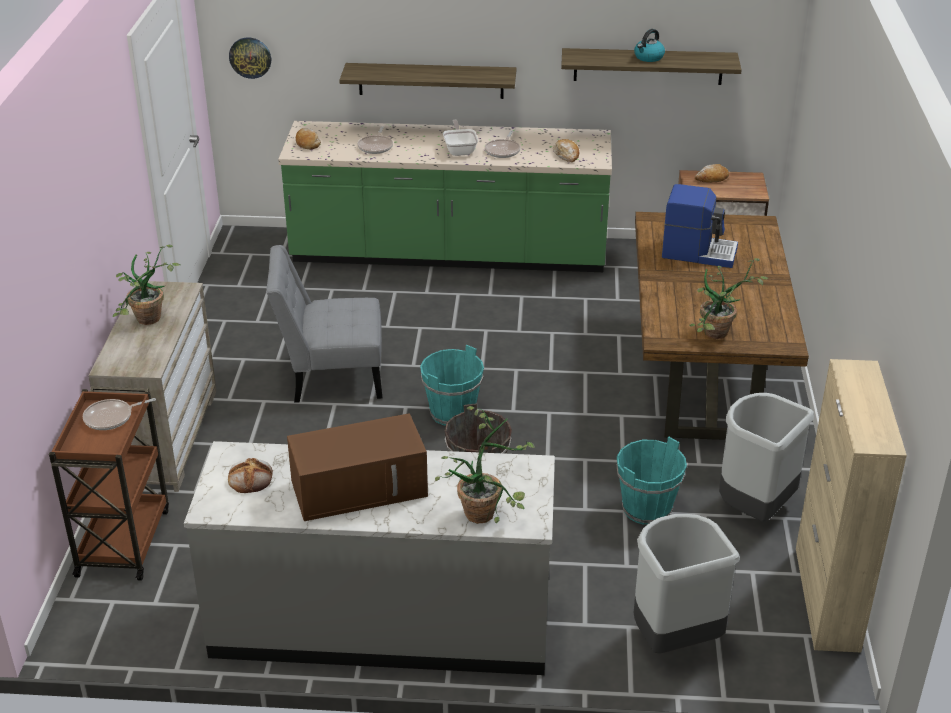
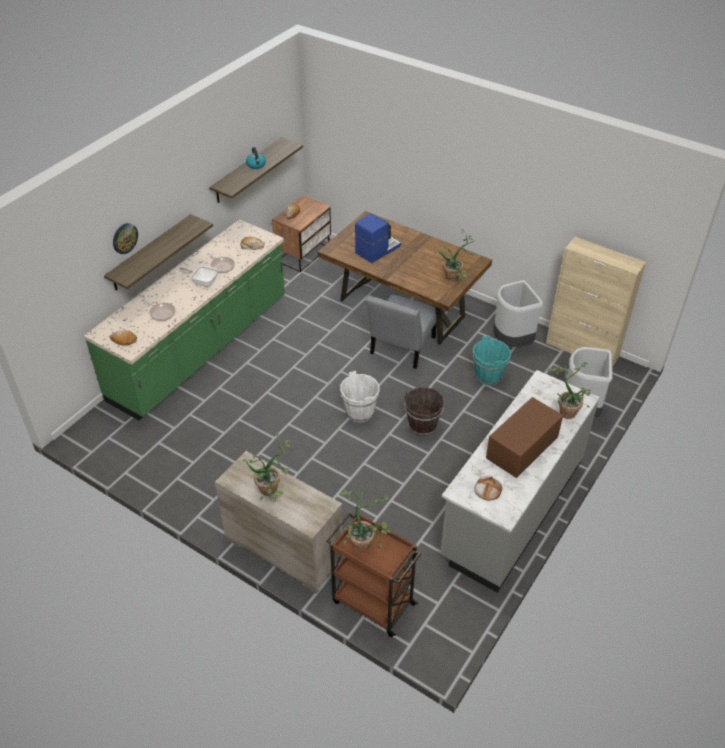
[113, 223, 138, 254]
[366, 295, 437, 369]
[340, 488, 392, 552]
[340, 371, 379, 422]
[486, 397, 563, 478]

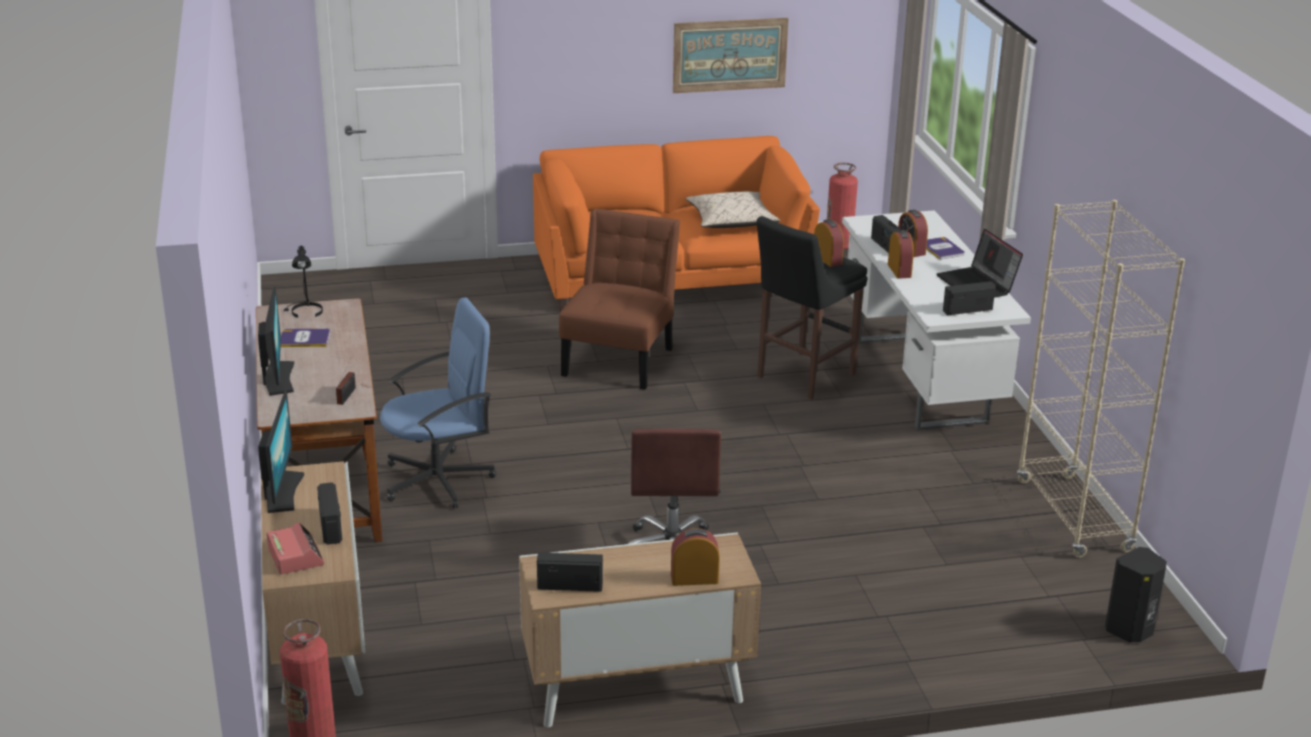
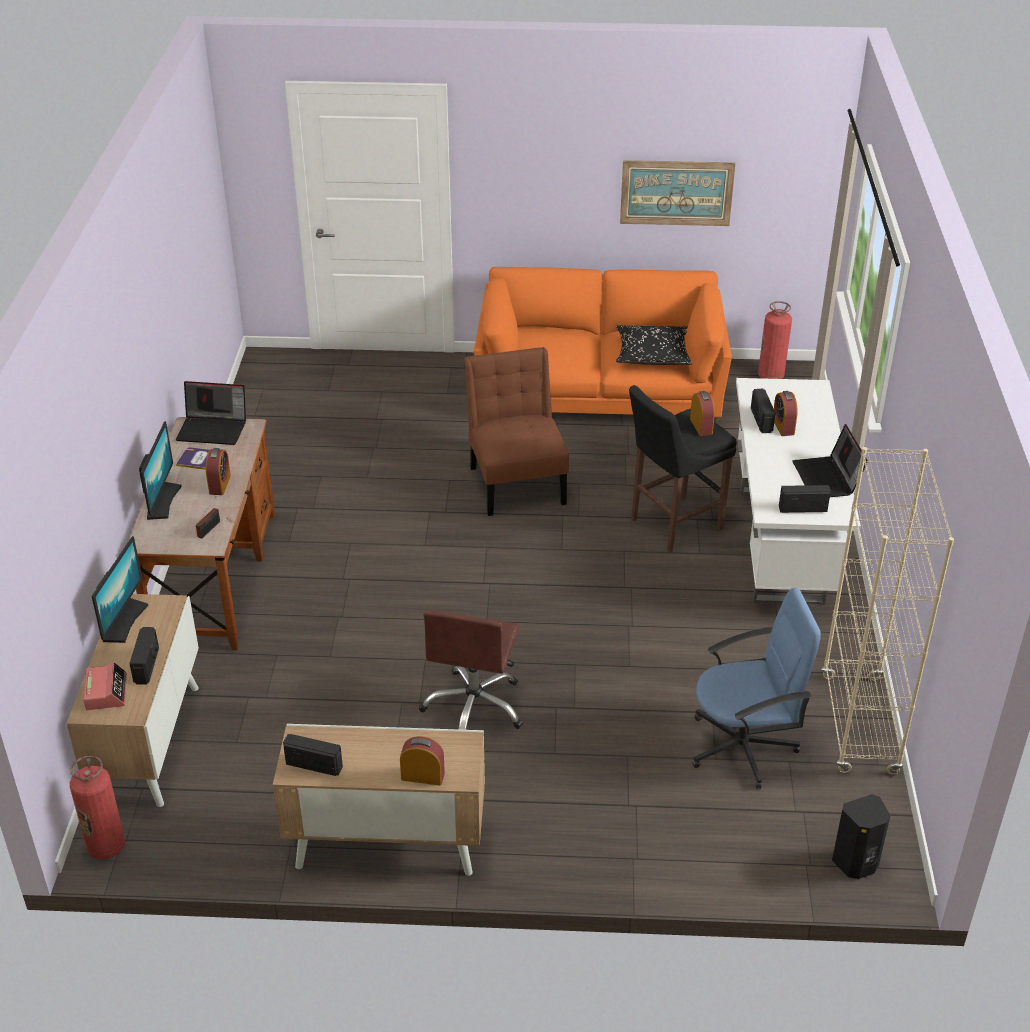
[926, 237, 965, 260] (first image)
[692, 588, 821, 789]
[206, 448, 231, 495]
[176, 381, 246, 445]
[616, 325, 692, 365]
[464, 347, 569, 516]

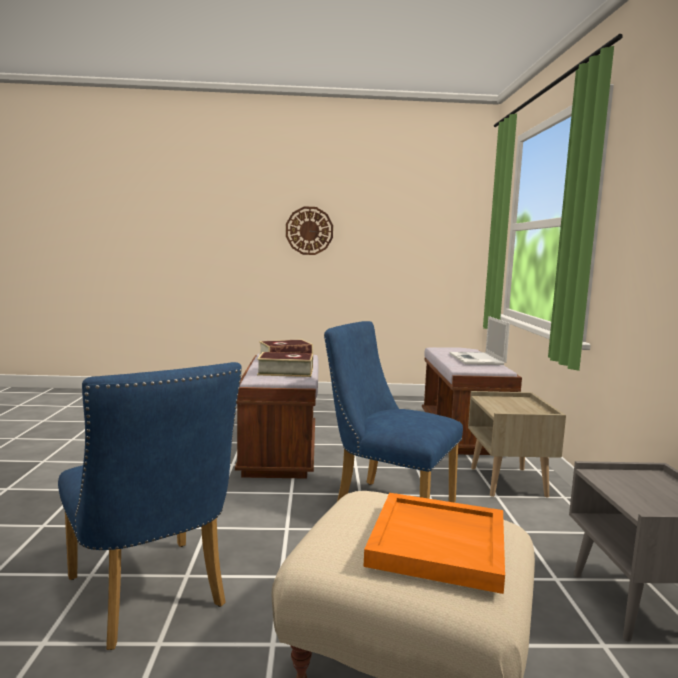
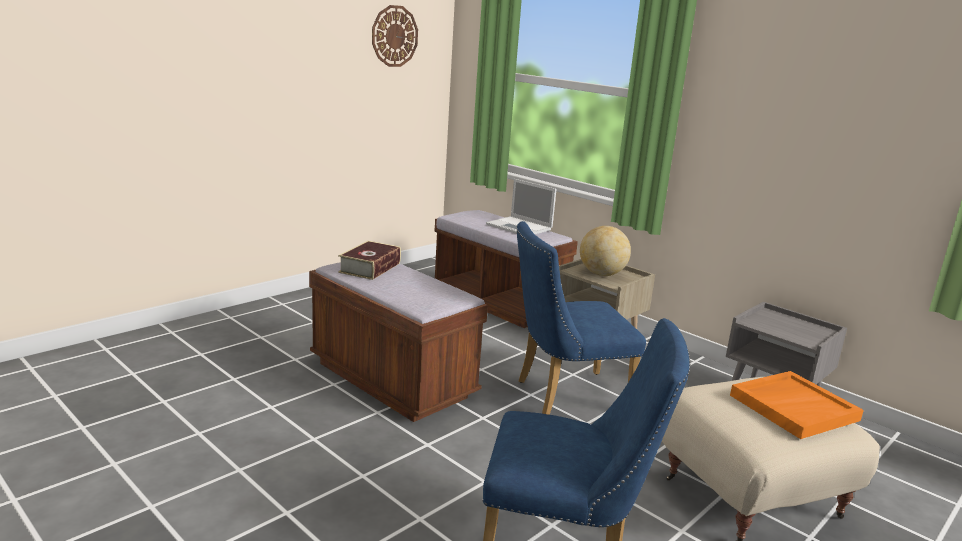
[257, 352, 313, 377] (first image)
[580, 226, 631, 276]
[372, 5, 418, 67]

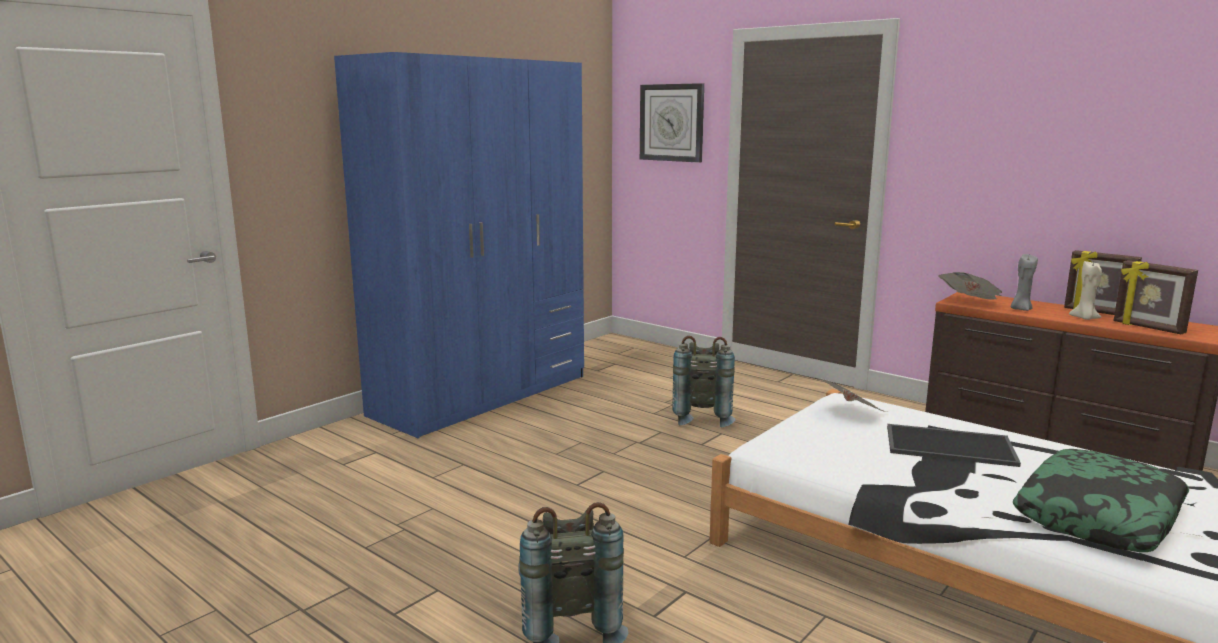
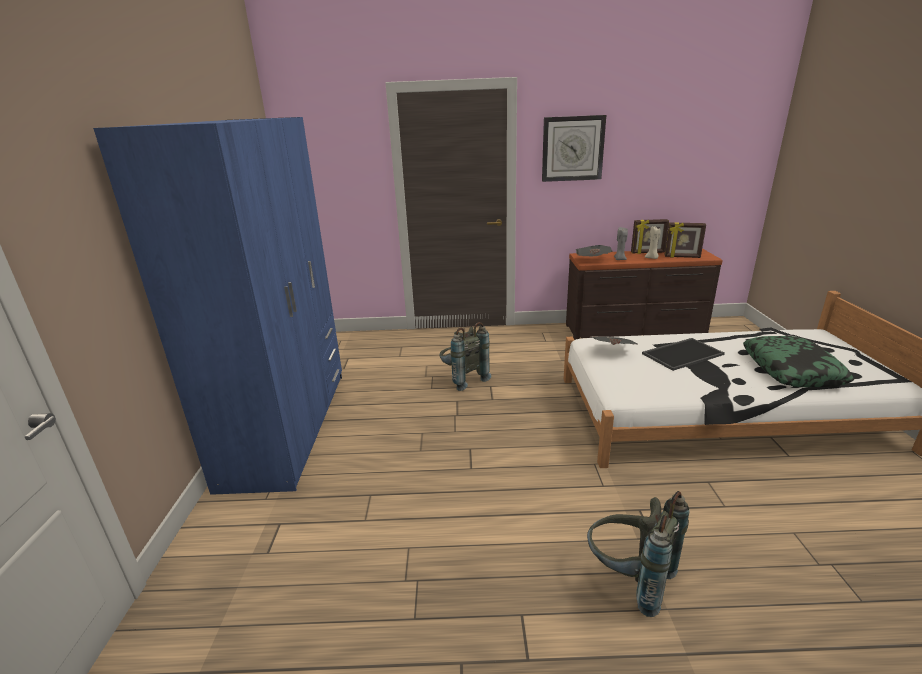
[542, 115, 606, 182]

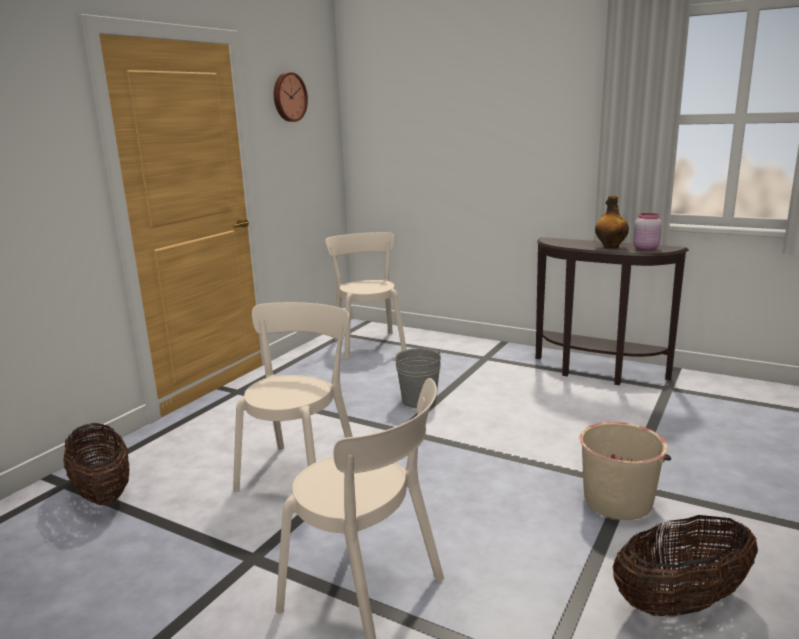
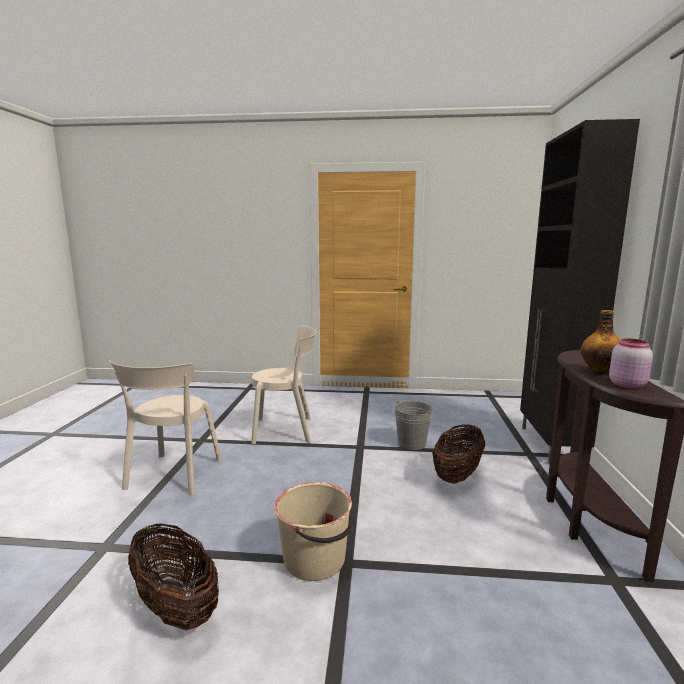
[274, 72, 308, 122] (first image)
[325, 232, 407, 359] (first image)
[520, 119, 640, 464]
[432, 424, 485, 484]

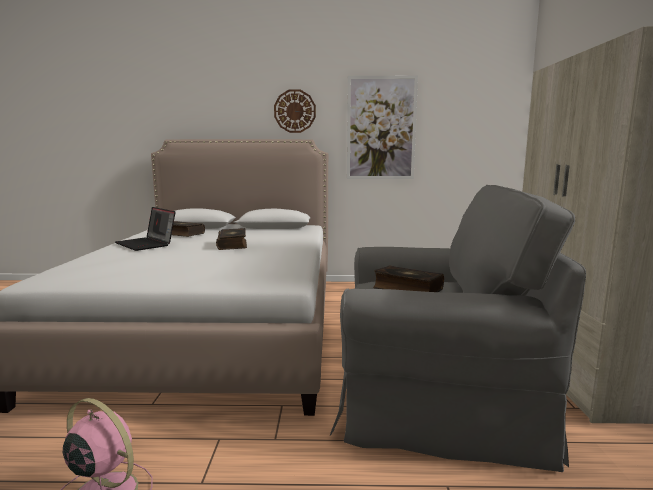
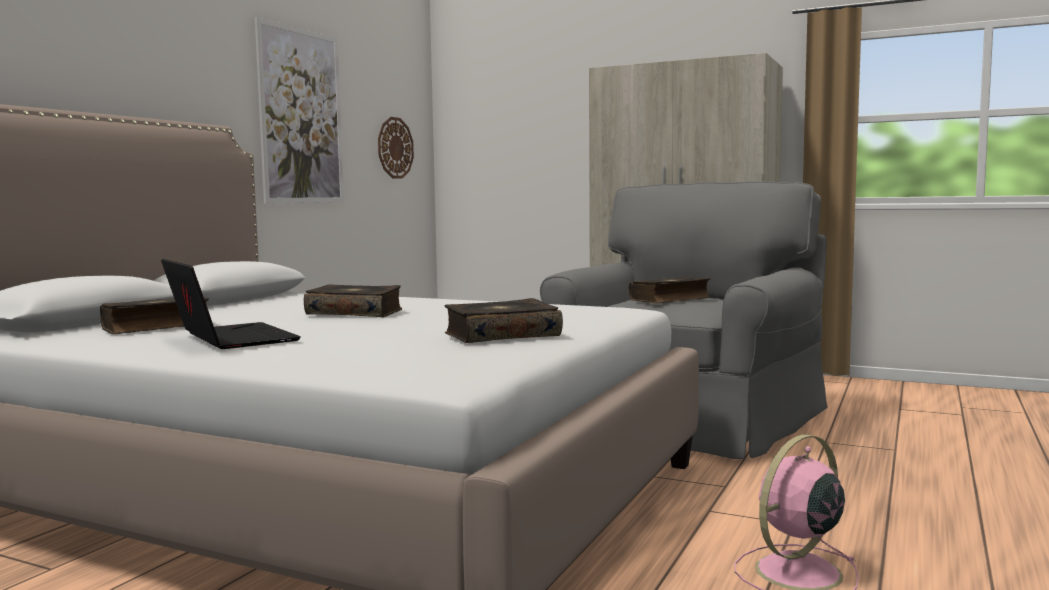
[444, 298, 563, 343]
[378, 117, 414, 179]
[161, 259, 301, 349]

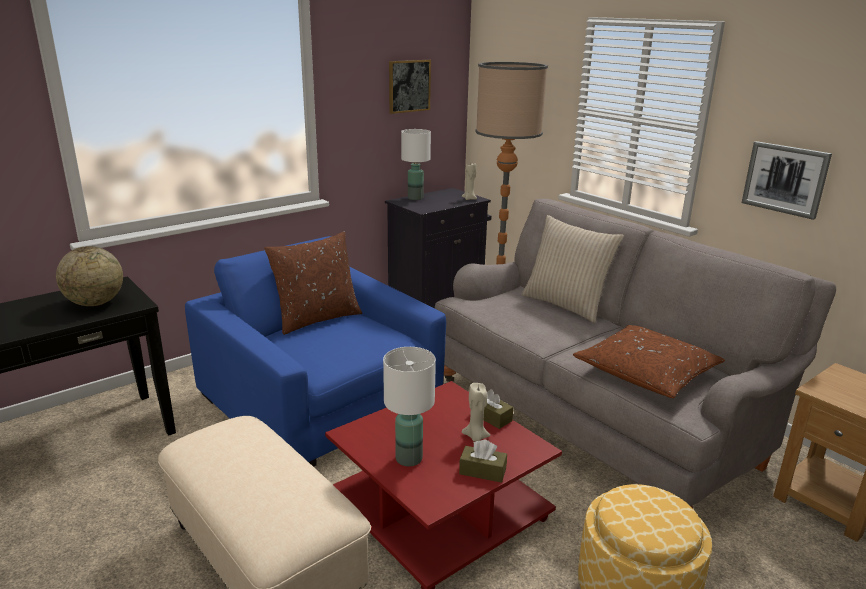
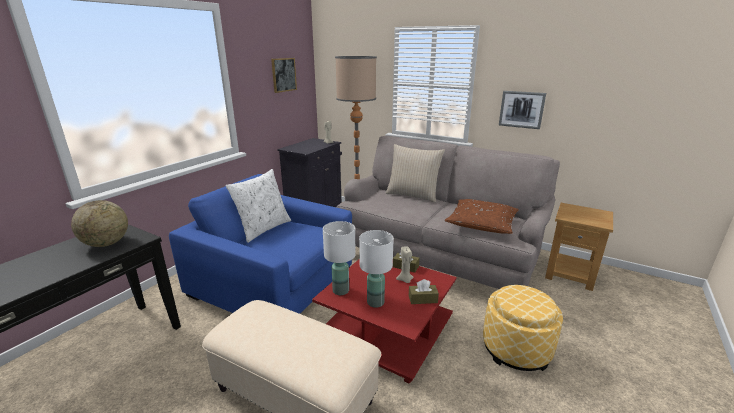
[323, 221, 356, 295]
[226, 169, 291, 243]

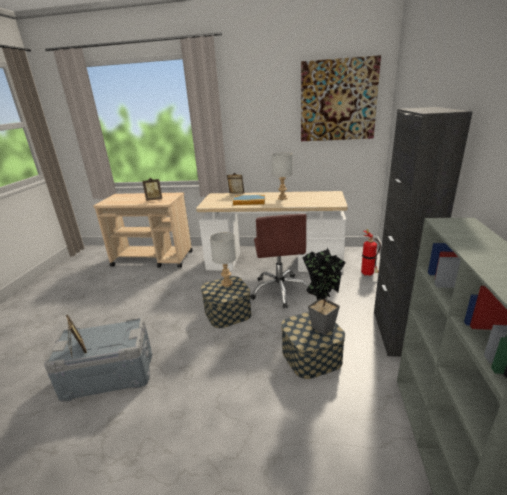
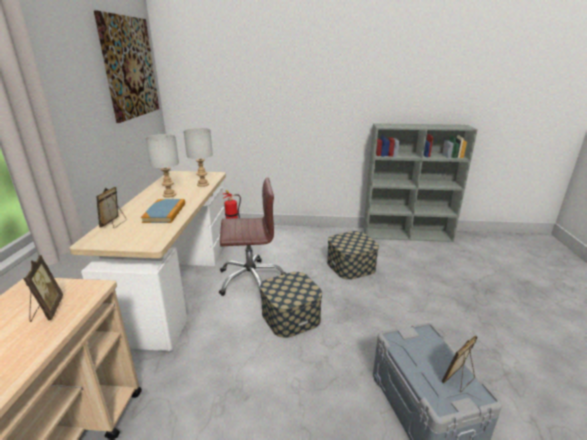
[302, 247, 346, 335] (first image)
[374, 107, 473, 357] (first image)
[184, 128, 213, 187]

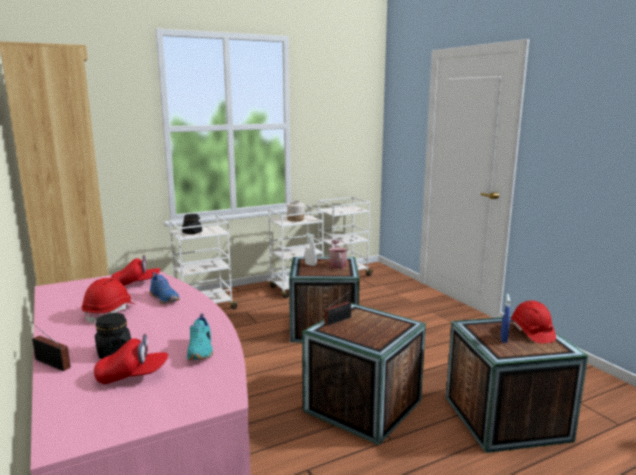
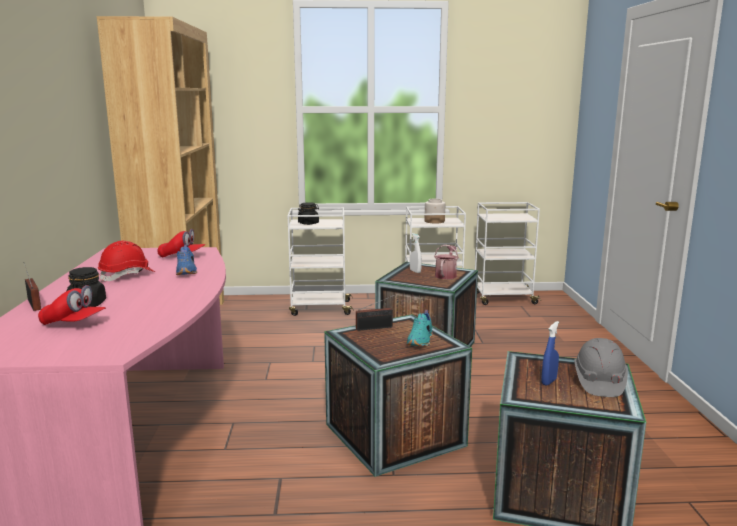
[407, 310, 432, 347]
[574, 338, 628, 397]

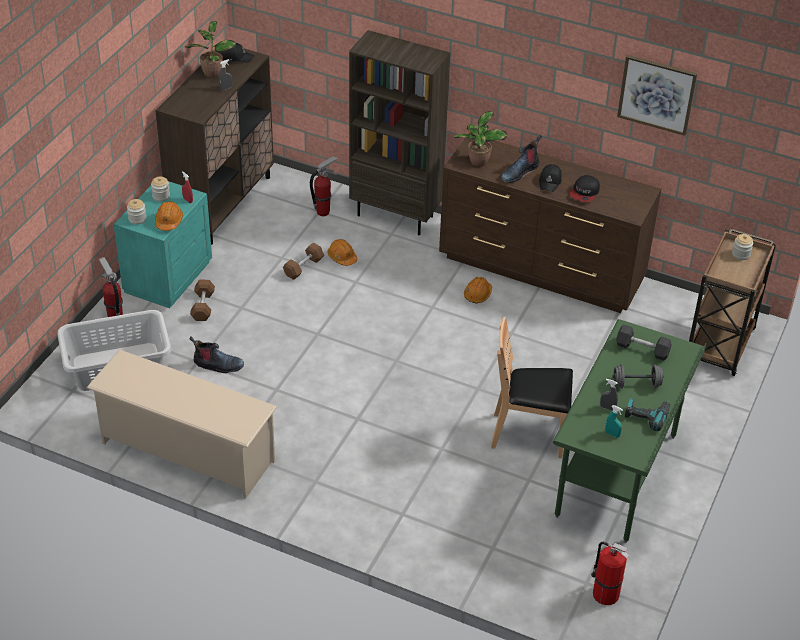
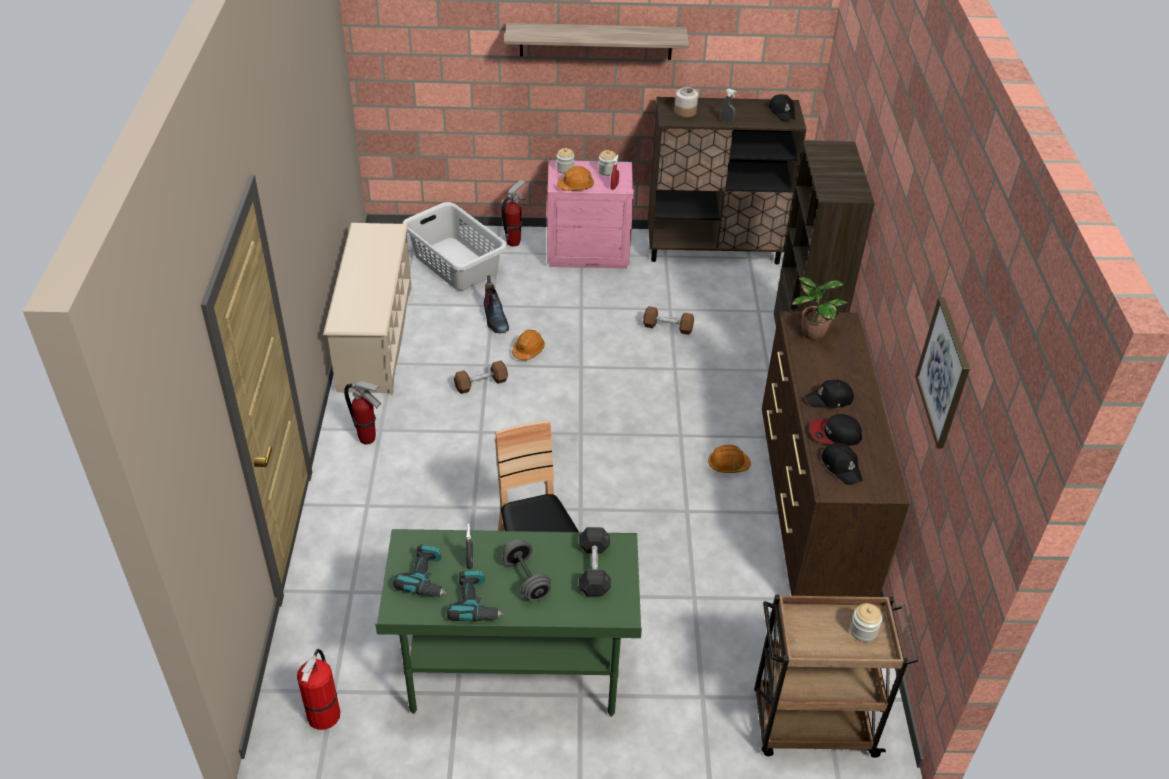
[185, 21, 236, 78] (first image)
[501, 135, 542, 183] (first image)
[505, 23, 689, 60]
[675, 87, 698, 117]
[821, 443, 863, 485]
[454, 360, 508, 394]
[344, 381, 381, 444]
[512, 330, 545, 360]
[393, 545, 447, 597]
[547, 160, 634, 269]

